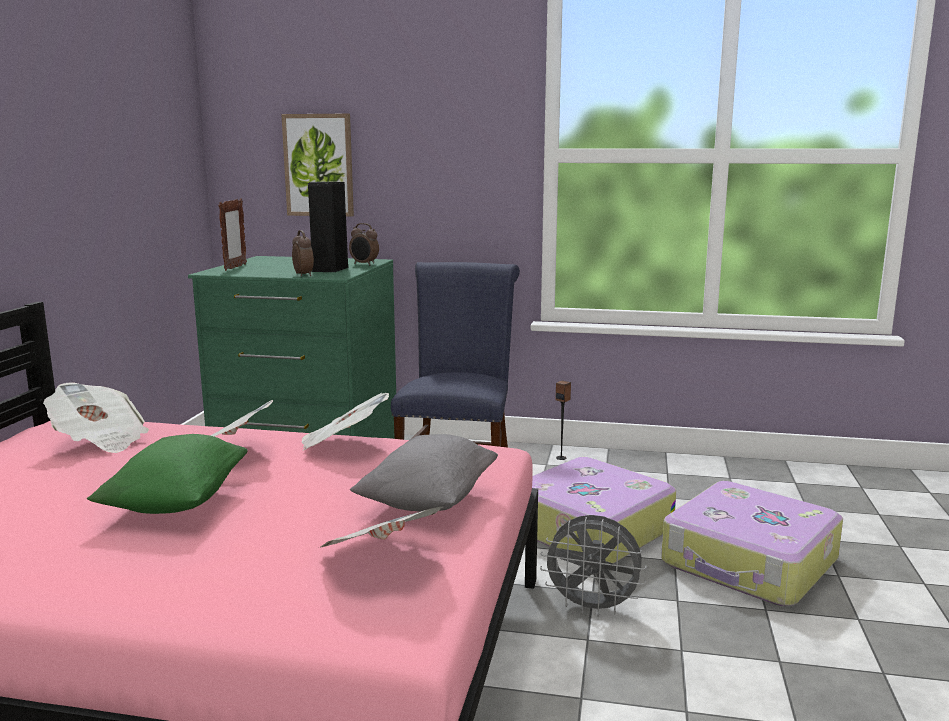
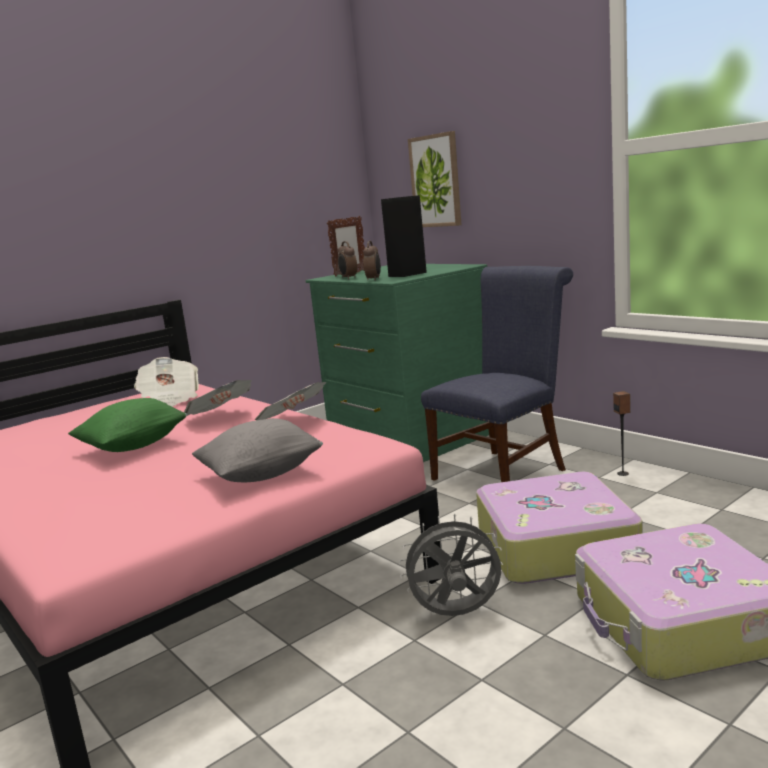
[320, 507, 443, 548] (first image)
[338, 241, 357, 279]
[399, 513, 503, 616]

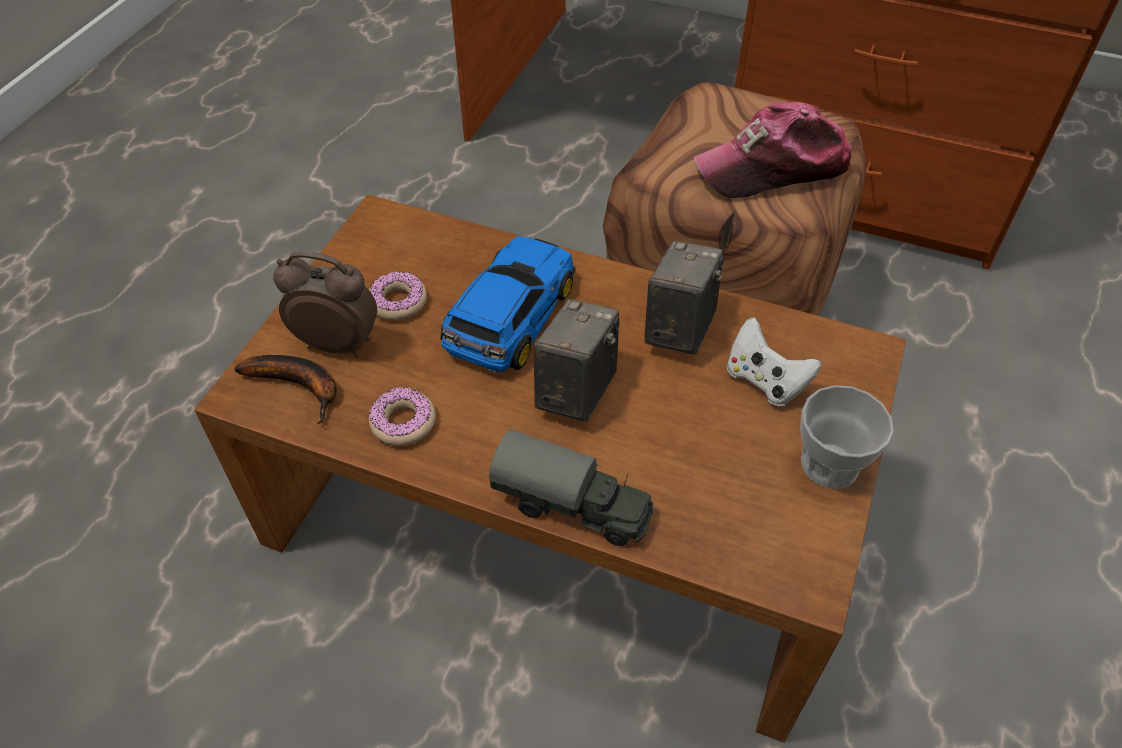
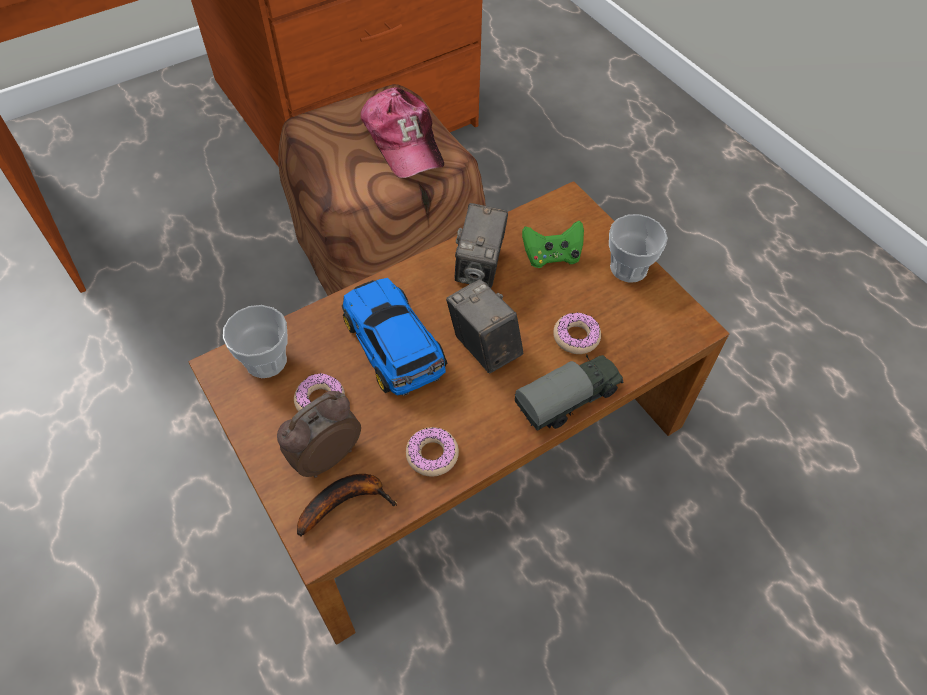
[223, 305, 288, 378]
[553, 313, 601, 354]
[522, 221, 584, 268]
[455, 203, 508, 288]
[361, 87, 444, 178]

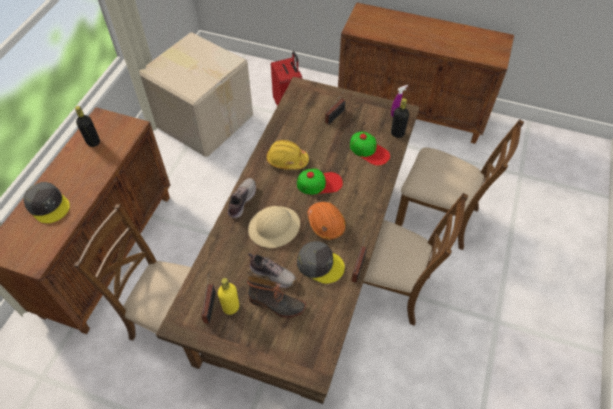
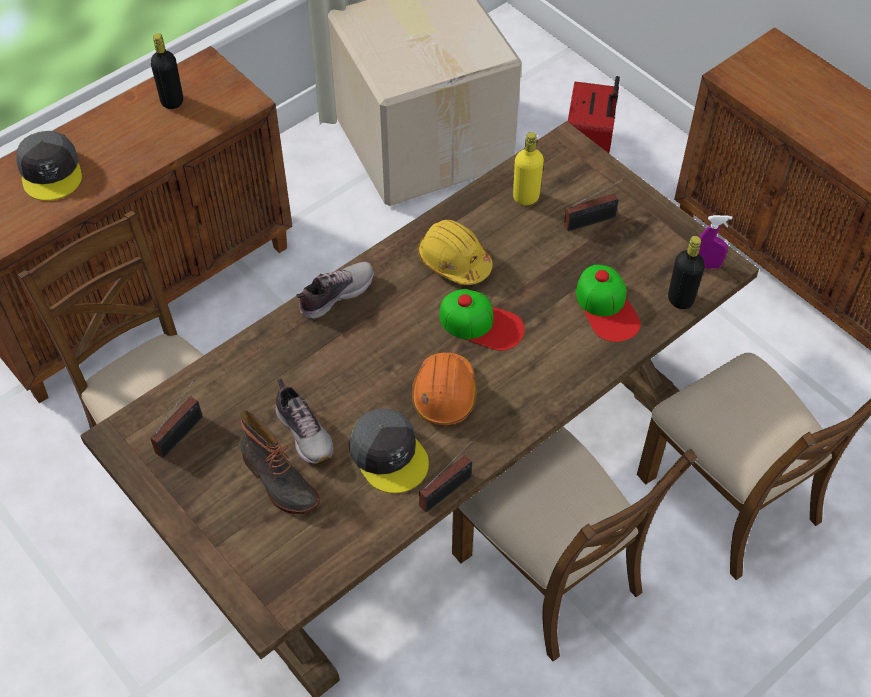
[248, 206, 300, 248] (first image)
[513, 132, 544, 205]

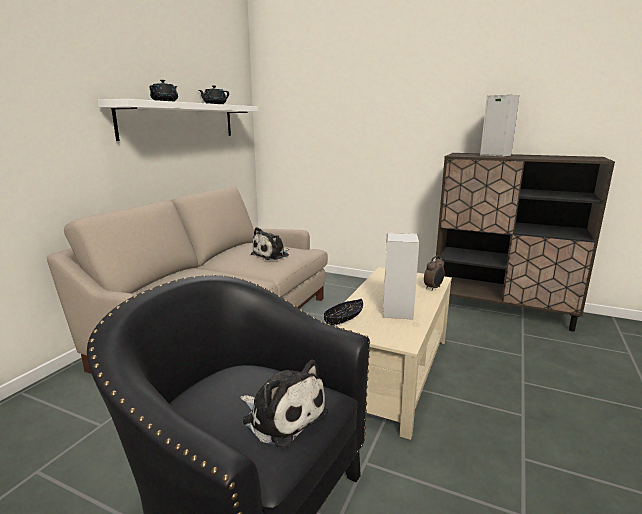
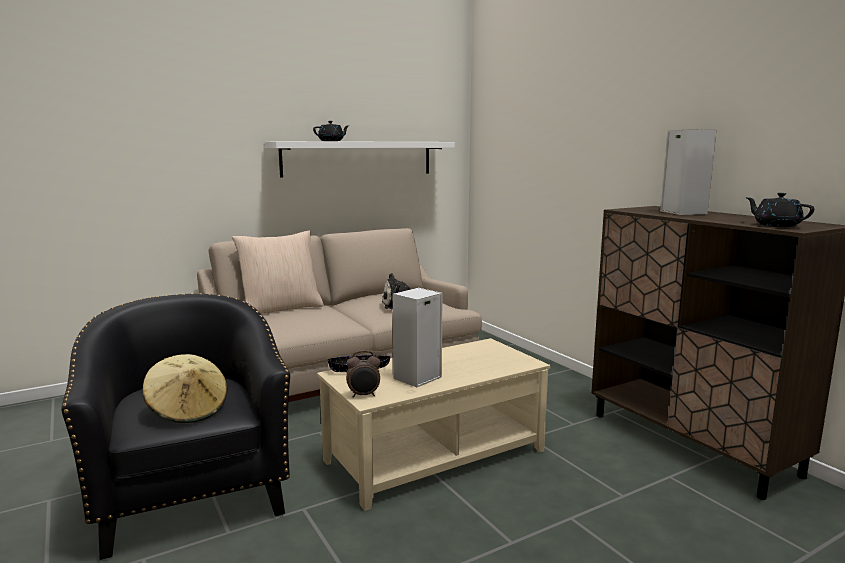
[232, 230, 324, 314]
[745, 193, 814, 227]
[346, 350, 380, 398]
[143, 354, 227, 423]

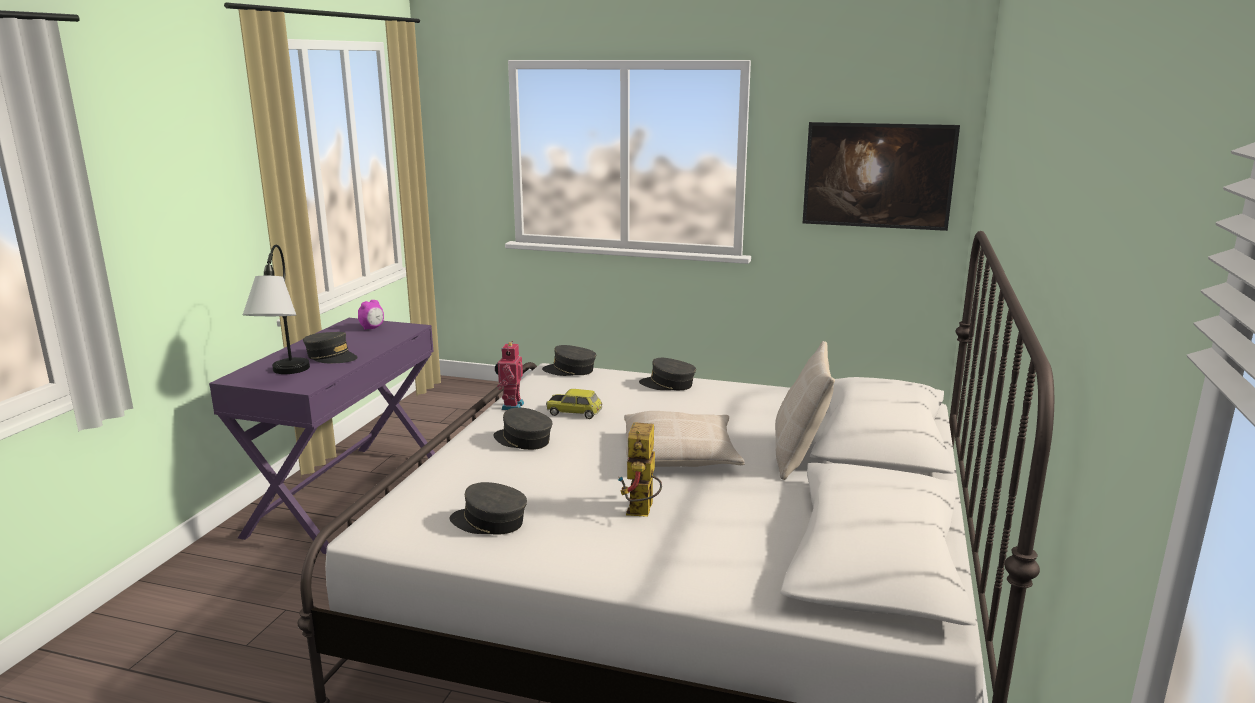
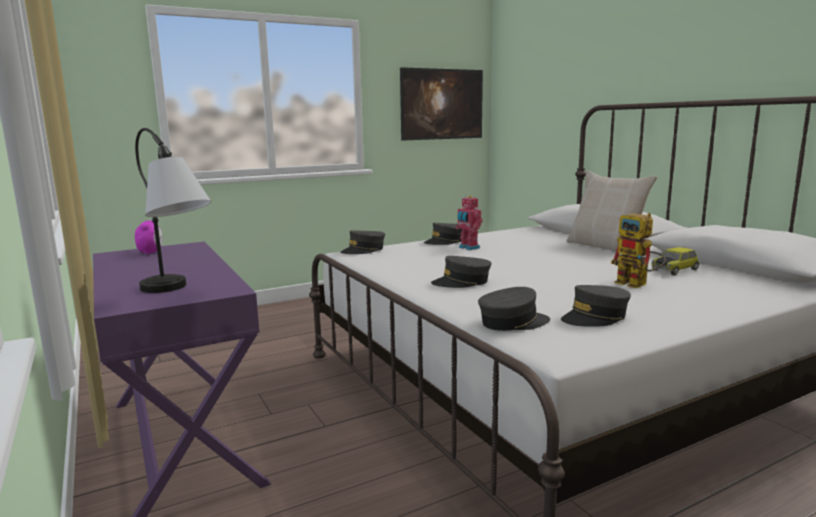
[624, 411, 745, 467] (first image)
[478, 287, 550, 331]
[455, 195, 482, 250]
[651, 247, 700, 275]

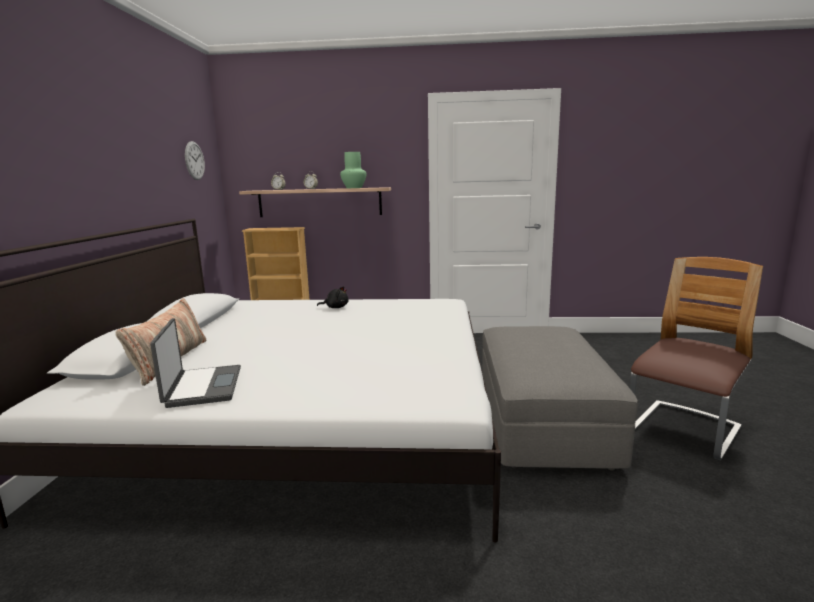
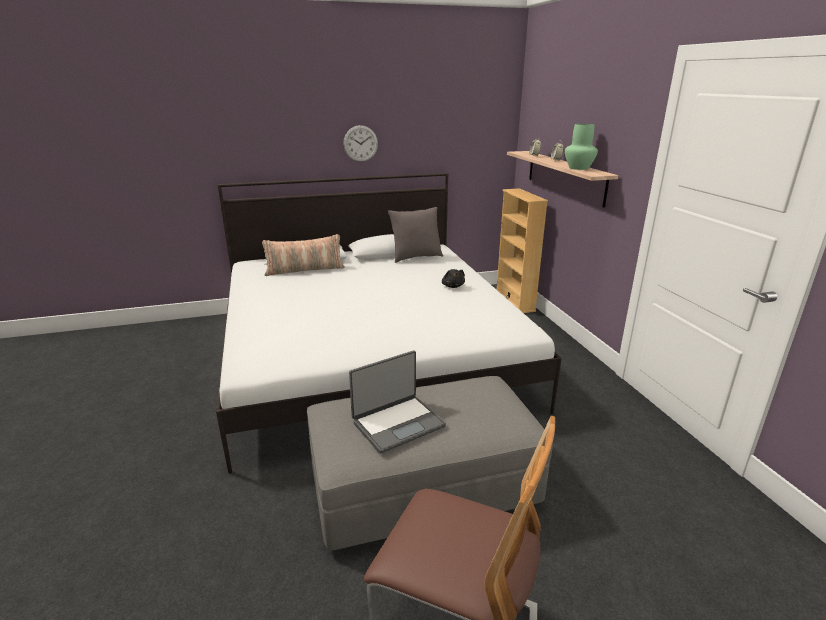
[388, 207, 443, 263]
[349, 350, 446, 454]
[343, 125, 378, 162]

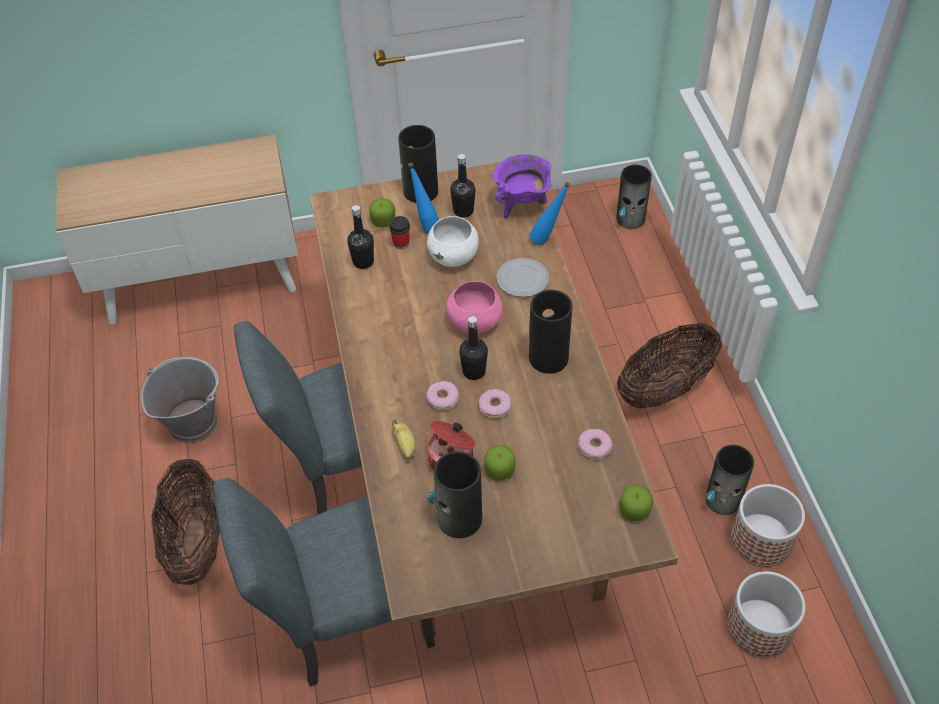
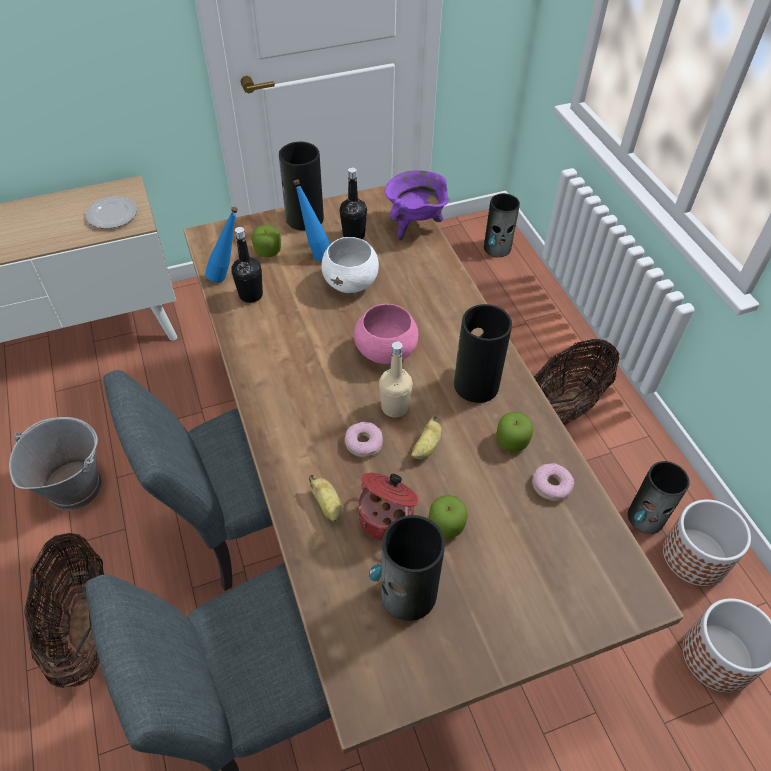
[389, 216, 410, 249] (first image)
[86, 196, 137, 229]
[205, 207, 238, 282]
[496, 412, 533, 452]
[411, 415, 442, 459]
[379, 341, 413, 418]

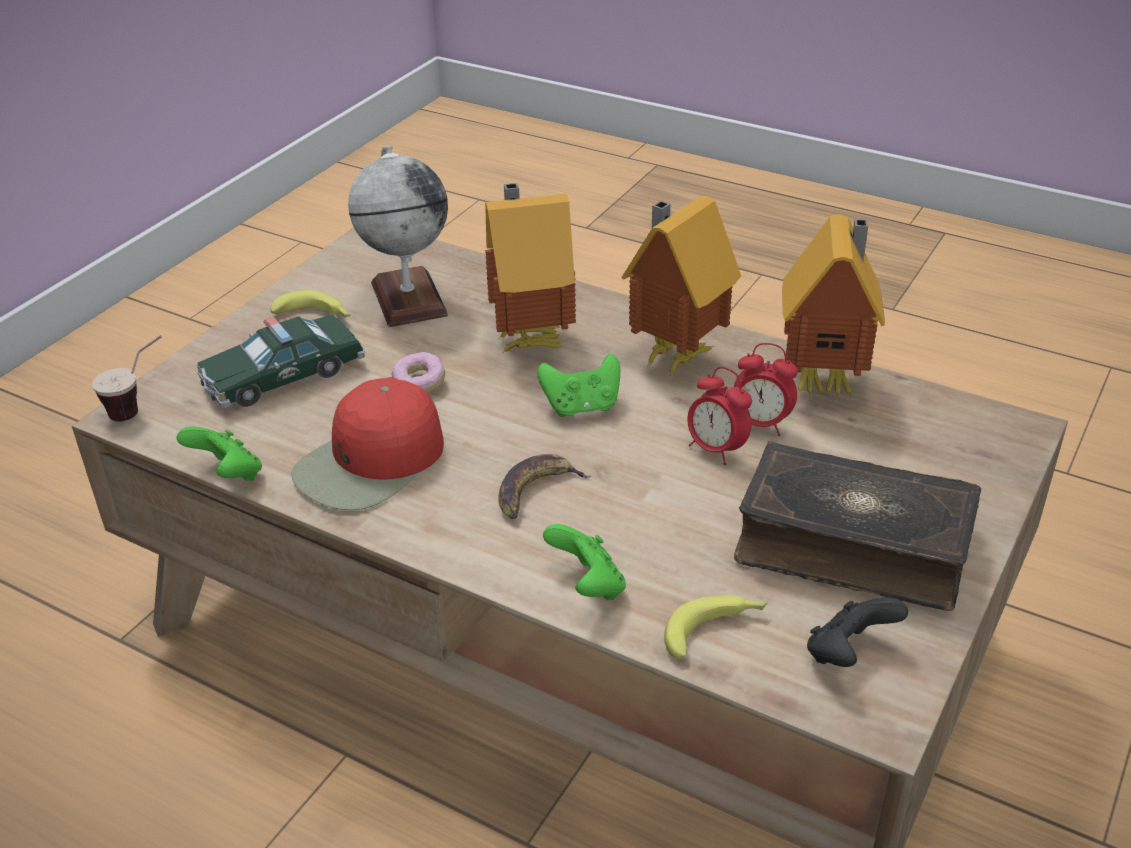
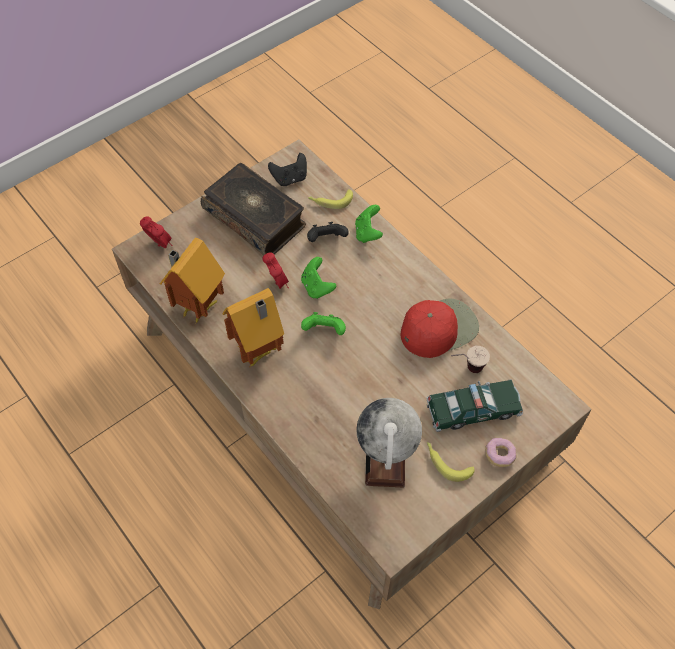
[485, 183, 576, 352] (first image)
[498, 454, 591, 519] (first image)
[307, 222, 349, 242]
[451, 346, 490, 373]
[301, 257, 336, 299]
[485, 438, 517, 467]
[140, 216, 173, 248]

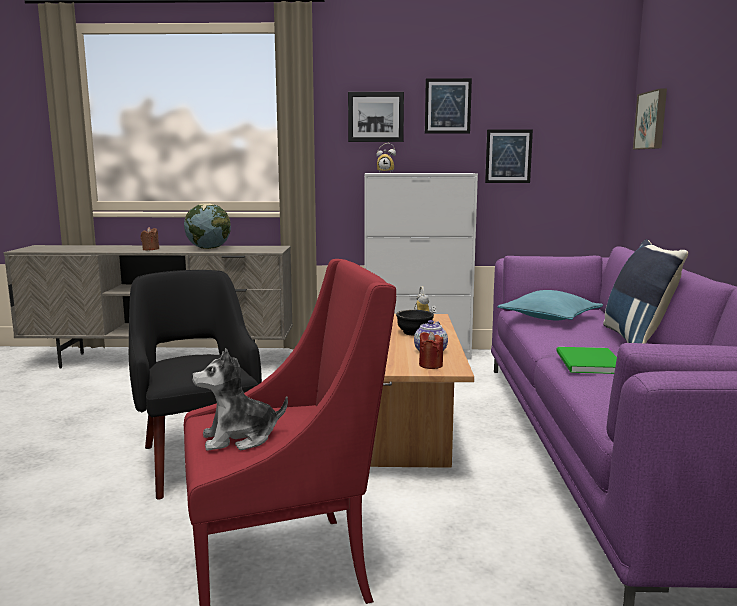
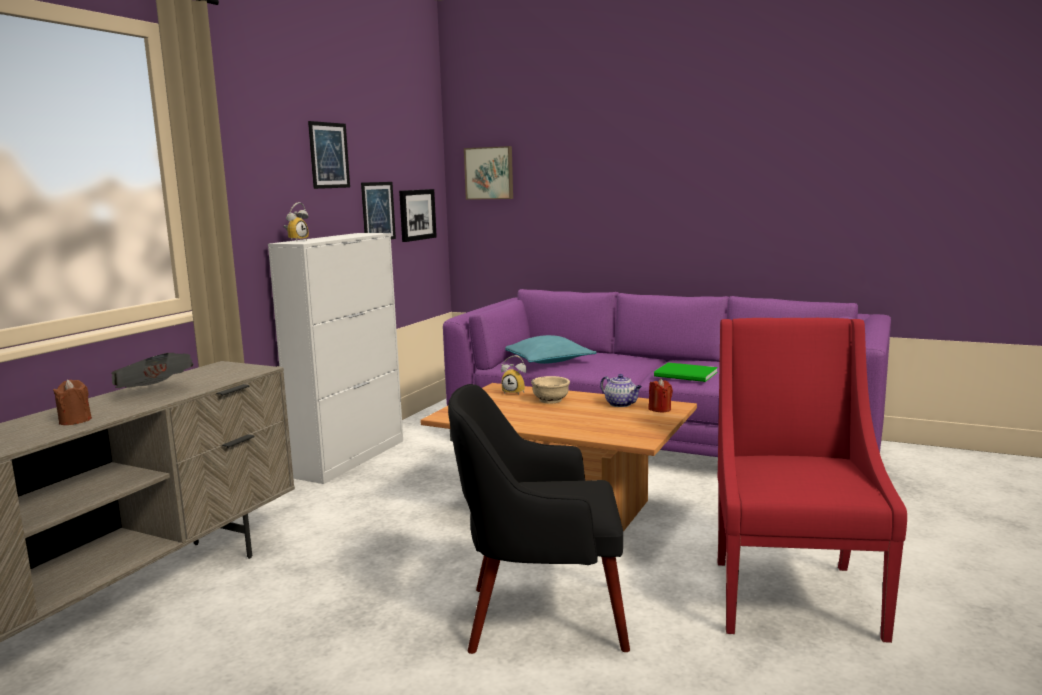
[192, 348, 288, 450] (first image)
[603, 239, 688, 344] (first image)
[399, 189, 437, 242]
[111, 353, 194, 388]
[531, 376, 570, 404]

